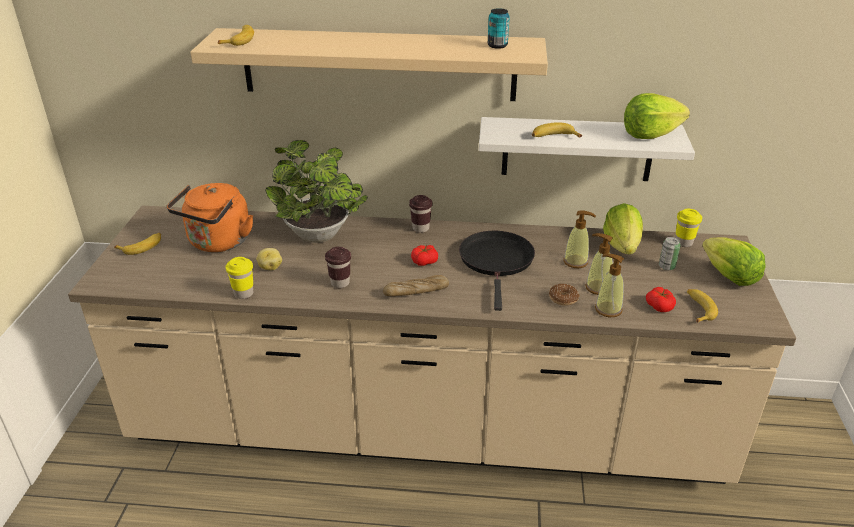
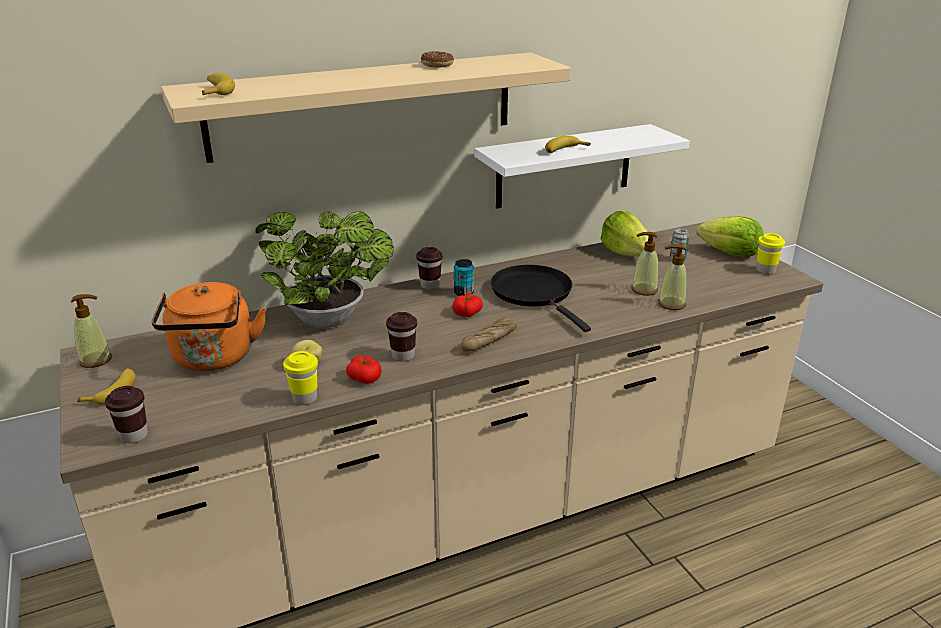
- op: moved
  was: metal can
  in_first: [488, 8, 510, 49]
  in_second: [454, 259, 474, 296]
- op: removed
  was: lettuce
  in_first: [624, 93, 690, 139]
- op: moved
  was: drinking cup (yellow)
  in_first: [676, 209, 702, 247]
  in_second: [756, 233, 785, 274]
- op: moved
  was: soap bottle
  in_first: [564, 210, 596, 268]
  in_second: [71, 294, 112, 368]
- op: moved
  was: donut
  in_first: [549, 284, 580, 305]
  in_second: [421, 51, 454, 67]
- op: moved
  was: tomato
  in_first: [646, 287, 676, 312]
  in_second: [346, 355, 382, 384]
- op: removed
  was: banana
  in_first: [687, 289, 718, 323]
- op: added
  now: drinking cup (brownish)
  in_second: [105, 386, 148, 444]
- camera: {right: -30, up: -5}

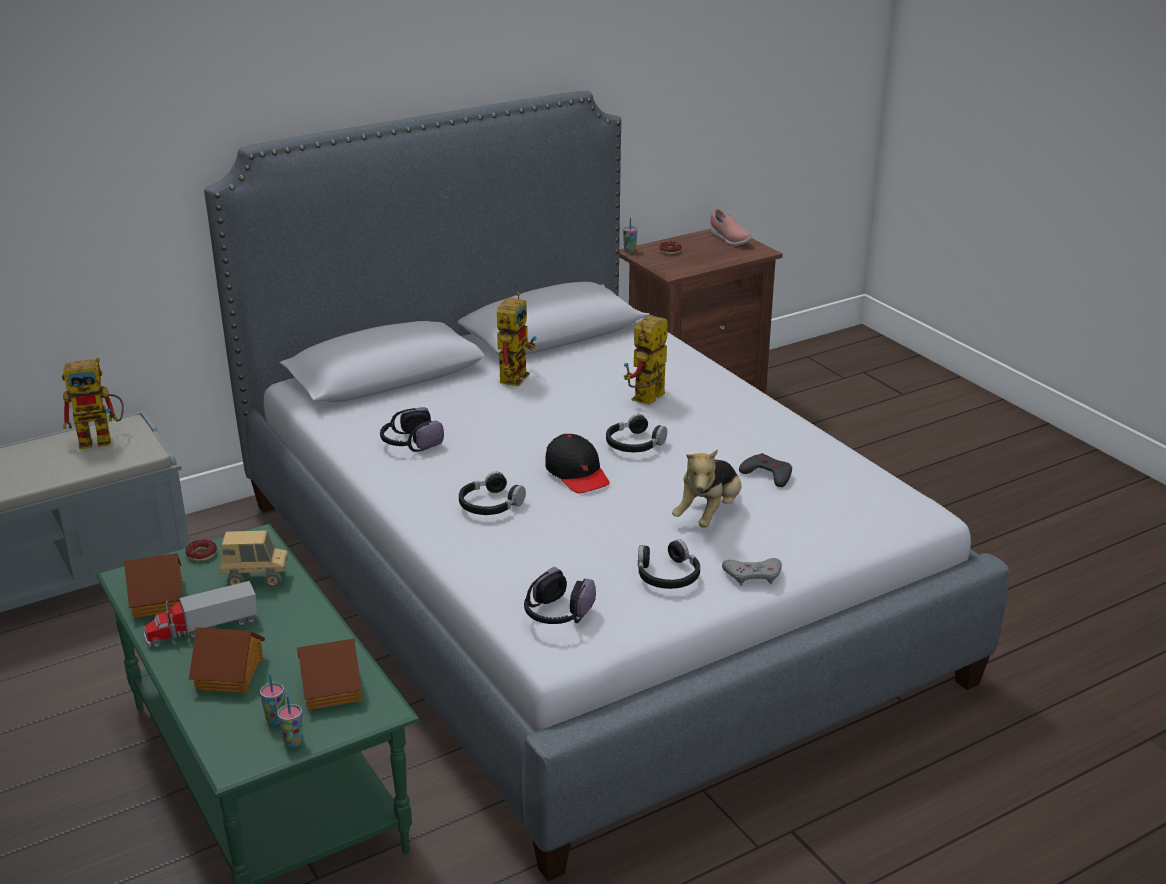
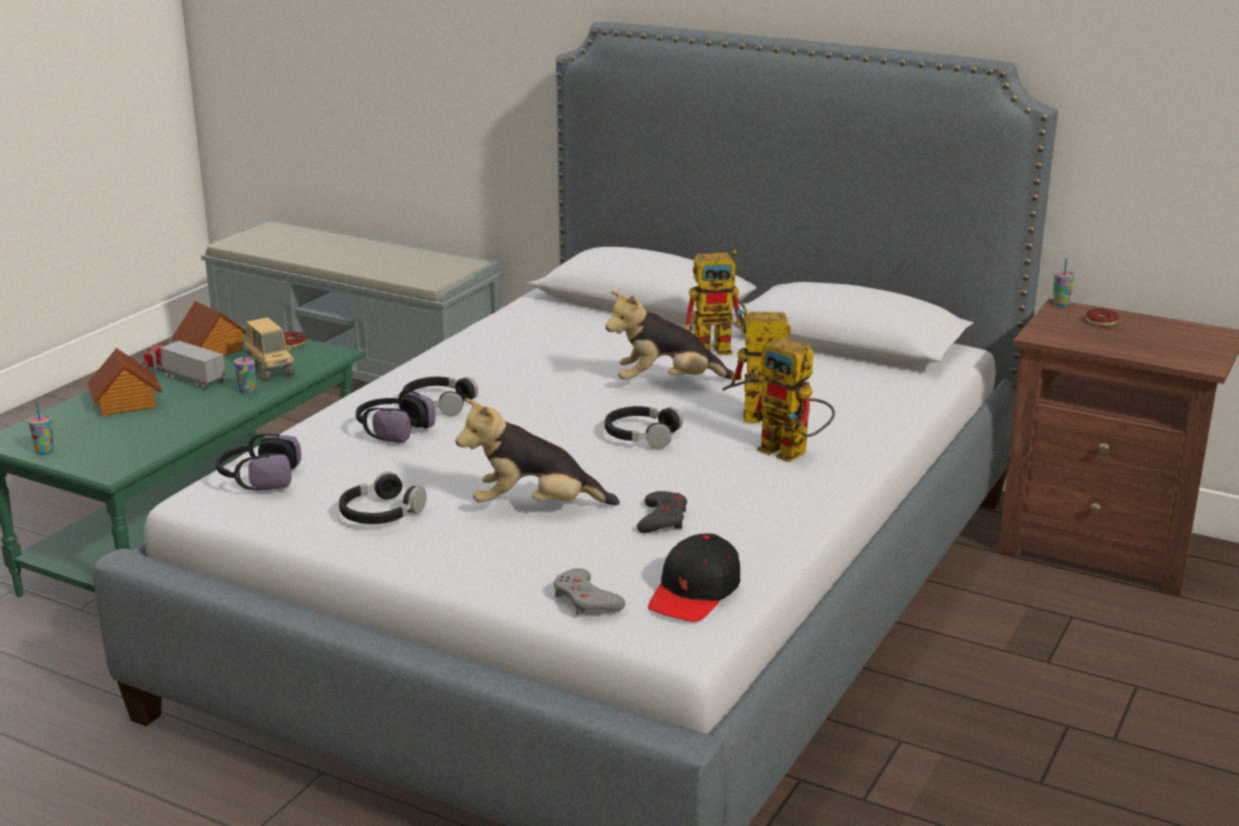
- op: removed
  was: low shoe (pink)
  in_first: [710, 209, 752, 246]
- op: moved
  was: toy robot
  in_first: [62, 358, 124, 449]
  in_second: [750, 337, 835, 462]
- op: moved
  was: headphones
  in_first: [380, 407, 444, 452]
  in_second: [356, 390, 436, 443]
- op: moved
  was: peaked cap (blackish)
  in_first: [545, 434, 610, 493]
  in_second: [648, 534, 740, 622]
- op: moved
  was: joypad (grey)
  in_first: [722, 558, 782, 586]
  in_second: [553, 568, 625, 615]
- op: removed
  was: model house
  in_first: [297, 638, 362, 710]
- op: moved
  was: drinking cup
  in_first: [260, 674, 285, 725]
  in_second: [234, 345, 256, 394]
- op: added
  now: plush toy
  in_second: [605, 291, 734, 380]
- camera: {right: 60, up: -5}

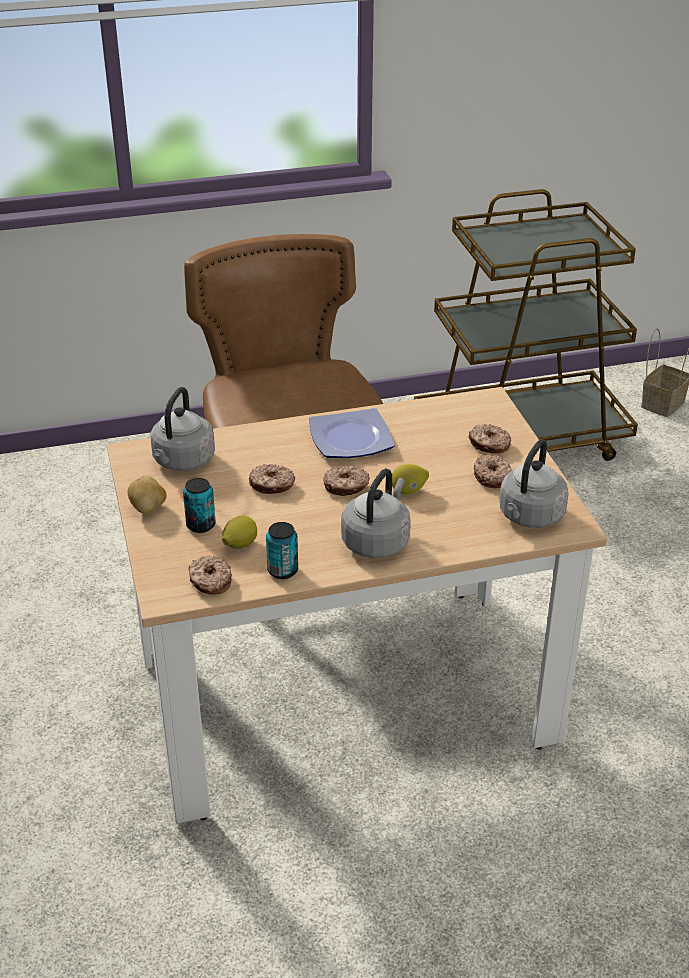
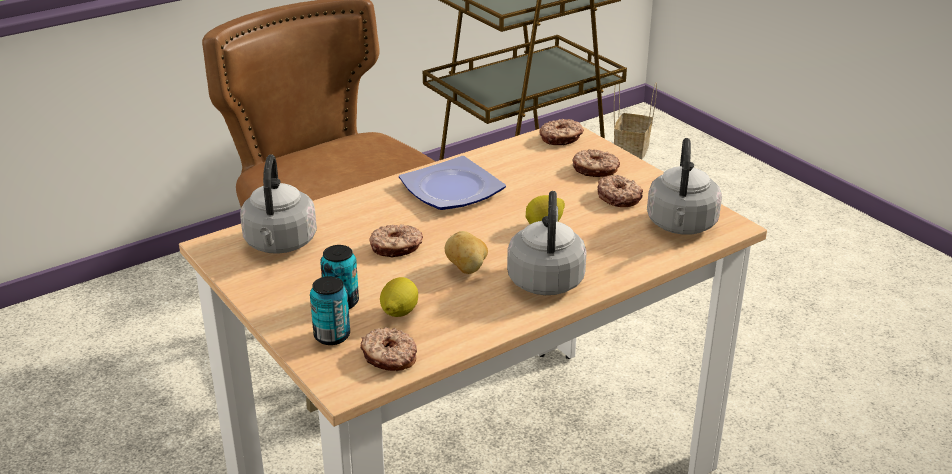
- op: moved
  was: donut
  in_first: [323, 466, 370, 496]
  in_second: [539, 119, 584, 145]
- op: moved
  was: spud
  in_first: [128, 476, 167, 514]
  in_second: [445, 231, 488, 274]
- op: moved
  was: metal can
  in_first: [266, 522, 298, 579]
  in_second: [310, 276, 350, 345]
- camera: {right: -20, up: -5}

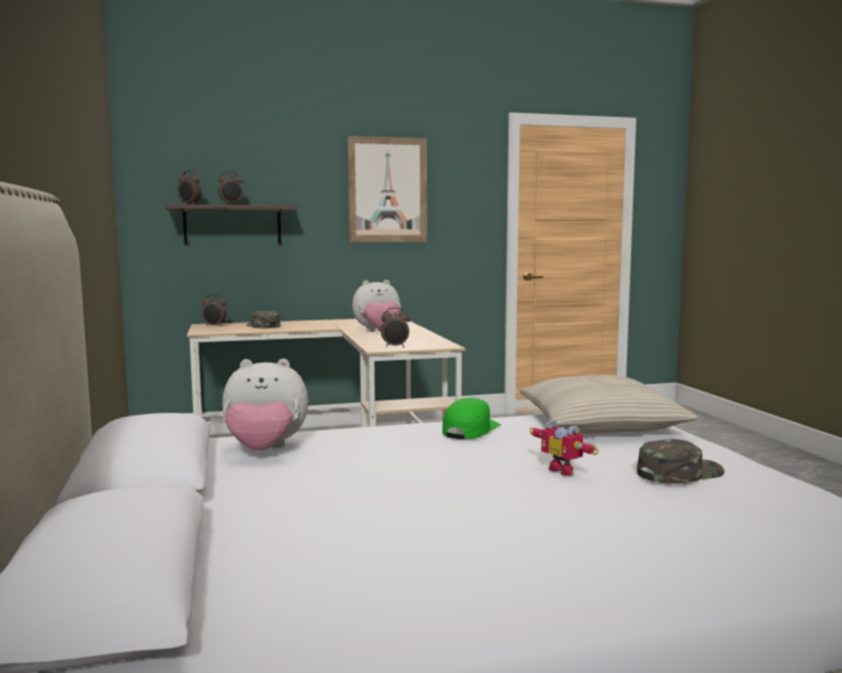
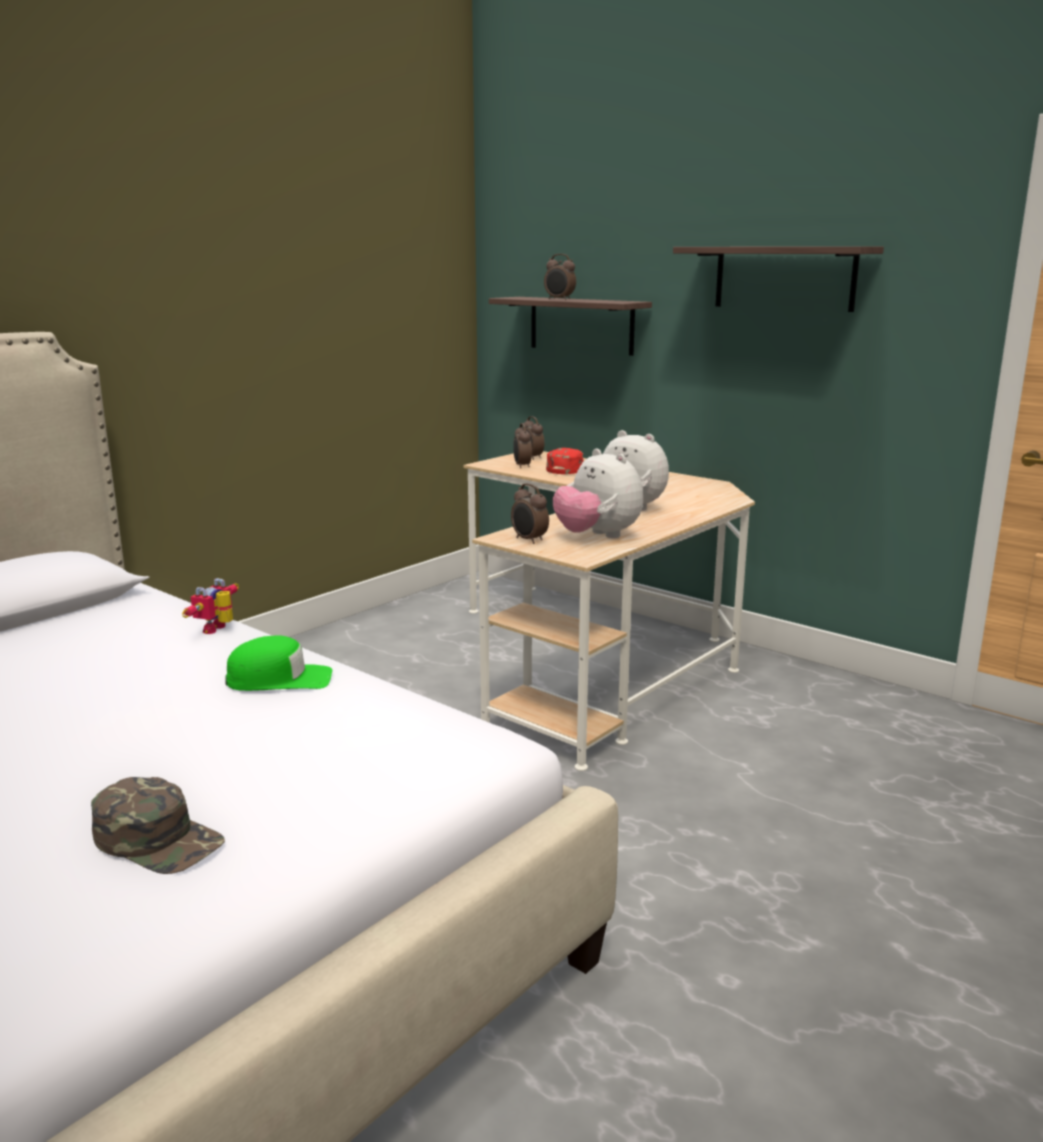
- op: replaced
  was: wall art
  now: wall shelf
  in_first: [347, 136, 427, 242]
  in_second: [673, 246, 884, 312]
- op: moved
  was: table clock
  in_first: [178, 171, 202, 204]
  in_second: [513, 423, 532, 468]
- op: recoloured
  was: peaked cap (green-coloured)
  now: peaked cap (red-coloured)
  in_first: [246, 311, 280, 328]
  in_second: [546, 448, 584, 474]
- op: moved
  was: plush toy
  in_first: [222, 359, 308, 450]
  in_second: [553, 448, 643, 538]
- op: removed
  was: cushion (beige-coloured)
  in_first: [519, 375, 698, 434]
- op: moved
  was: toy robot
  in_first: [530, 419, 598, 475]
  in_second: [182, 578, 239, 634]
- camera: {right: 55, up: 10}

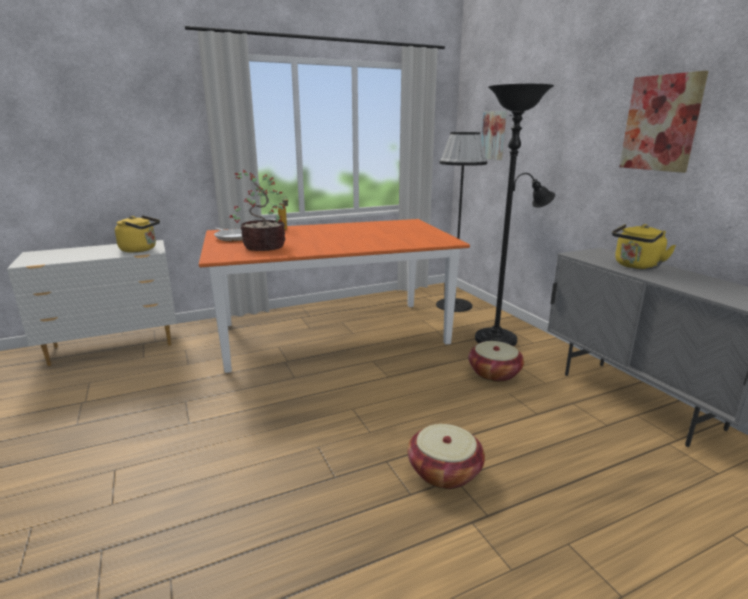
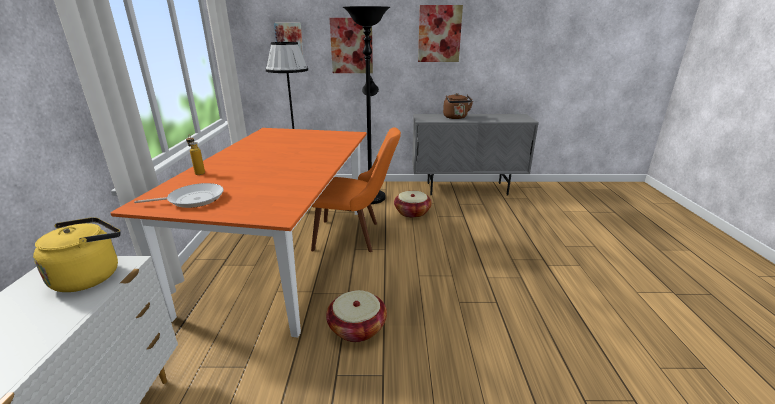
- op: removed
  was: plant in a pot
  in_first: [229, 170, 285, 251]
- op: recoloured
  was: kettle (yellow)
  now: kettle (brownish)
  in_first: [612, 224, 676, 269]
  in_second: [443, 93, 473, 119]
- op: moved
  was: basket
  in_first: [408, 424, 485, 489]
  in_second: [326, 290, 387, 342]
- op: added
  now: wall art
  in_second: [329, 18, 373, 73]
- op: added
  now: upright chair (orange)
  in_second: [311, 127, 401, 252]
- camera: {right: -65, up: 5}

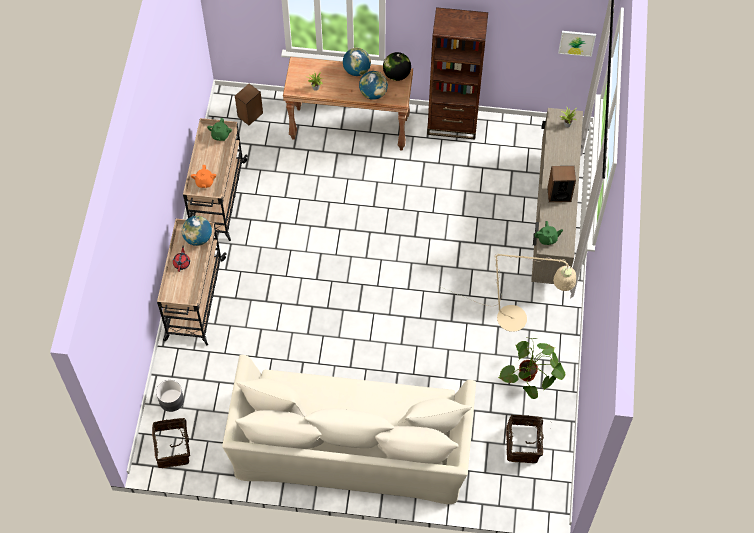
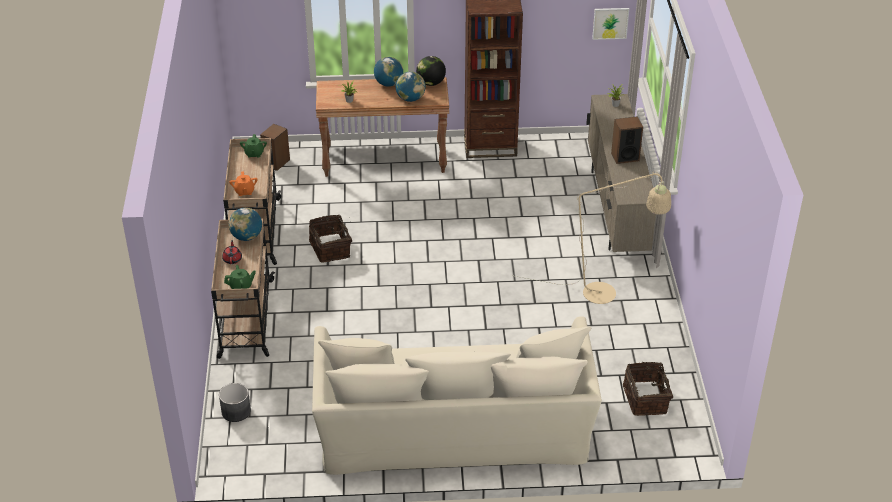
- op: moved
  was: tea pot (green-coloured)
  in_first: [535, 221, 563, 245]
  in_second: [224, 265, 256, 289]
- op: removed
  was: plant in a pot
  in_first: [498, 337, 565, 399]
- op: moved
  was: basket
  in_first: [152, 418, 194, 468]
  in_second: [309, 215, 352, 262]
- camera: {right: -10, up: -20}

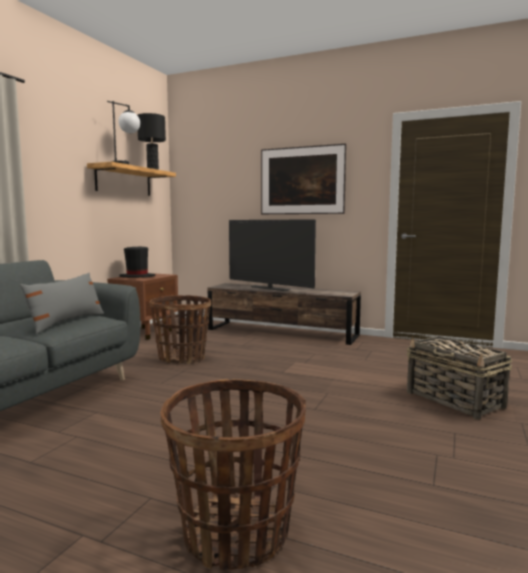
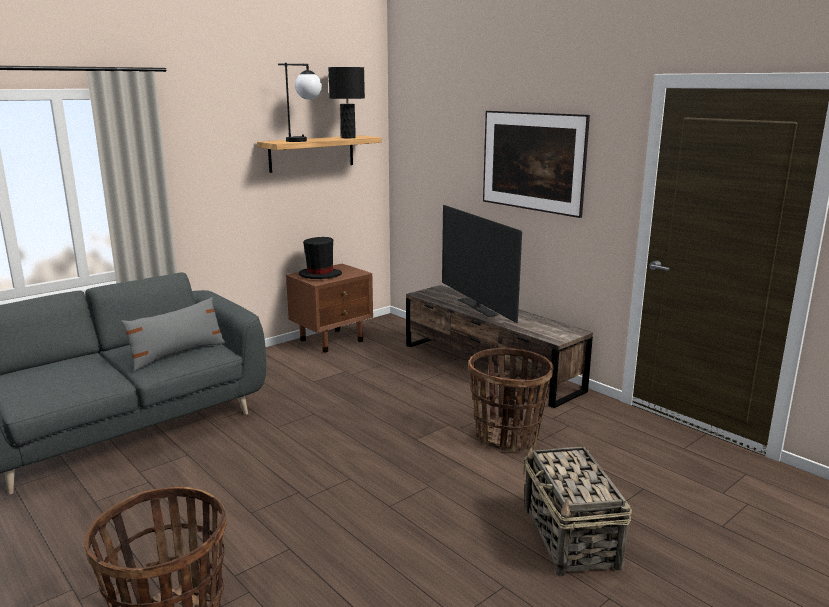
- op: moved
  was: basket
  in_first: [149, 295, 211, 364]
  in_second: [468, 347, 553, 452]
- camera: {right: 25, up: 10}

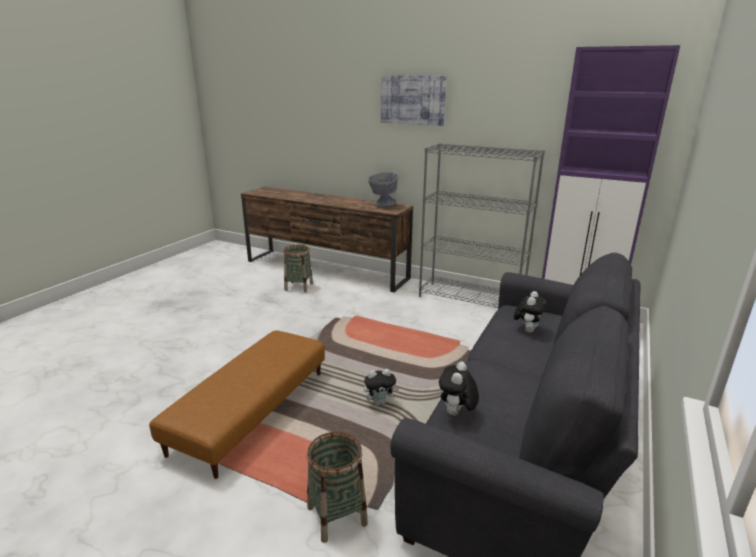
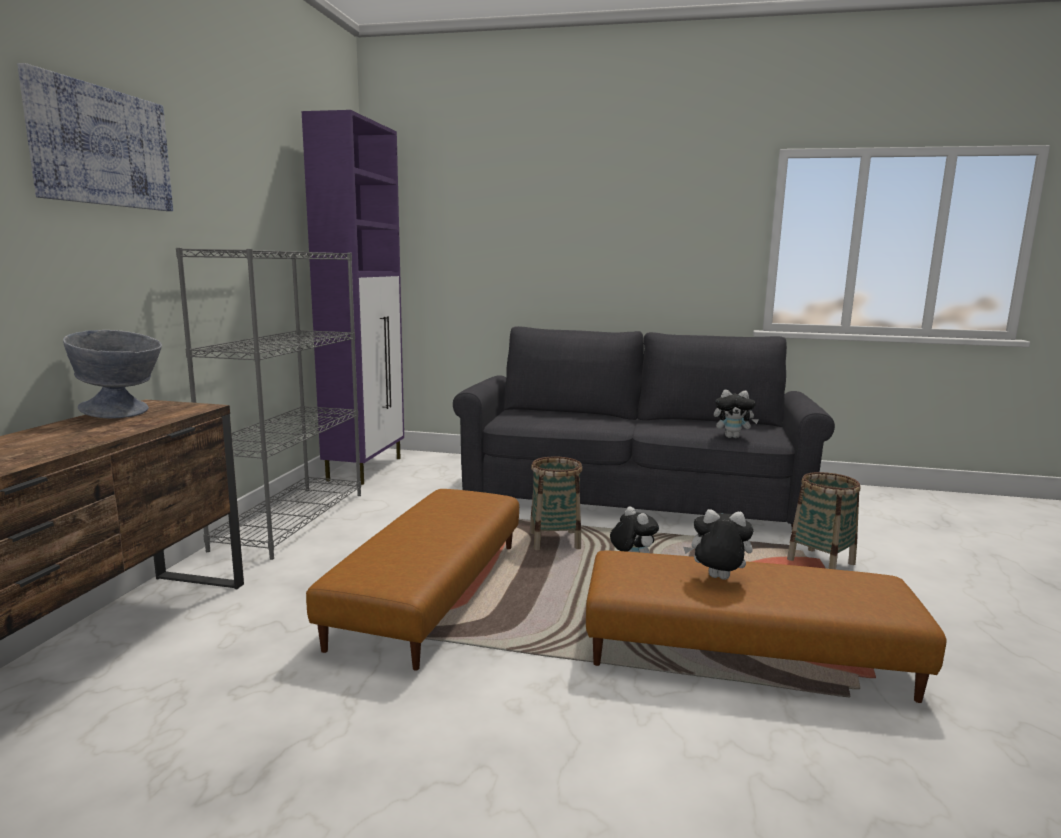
- op: moved
  was: basket
  in_first: [284, 245, 313, 292]
  in_second: [530, 456, 583, 550]
- op: moved
  was: plush toy
  in_first: [514, 291, 547, 333]
  in_second: [683, 509, 753, 580]
- op: added
  now: pouffe (brownish)
  in_second: [306, 489, 519, 671]
- camera: {right: -105, up: -10}

